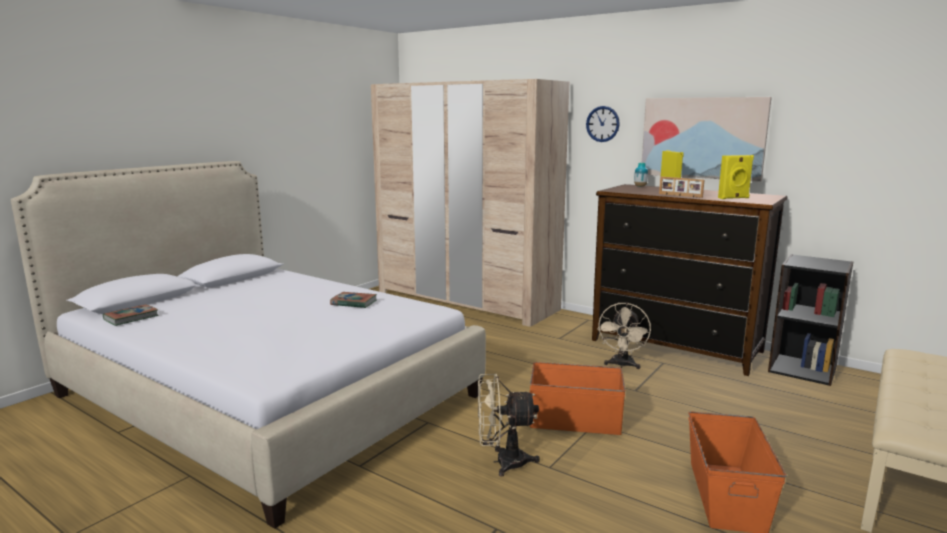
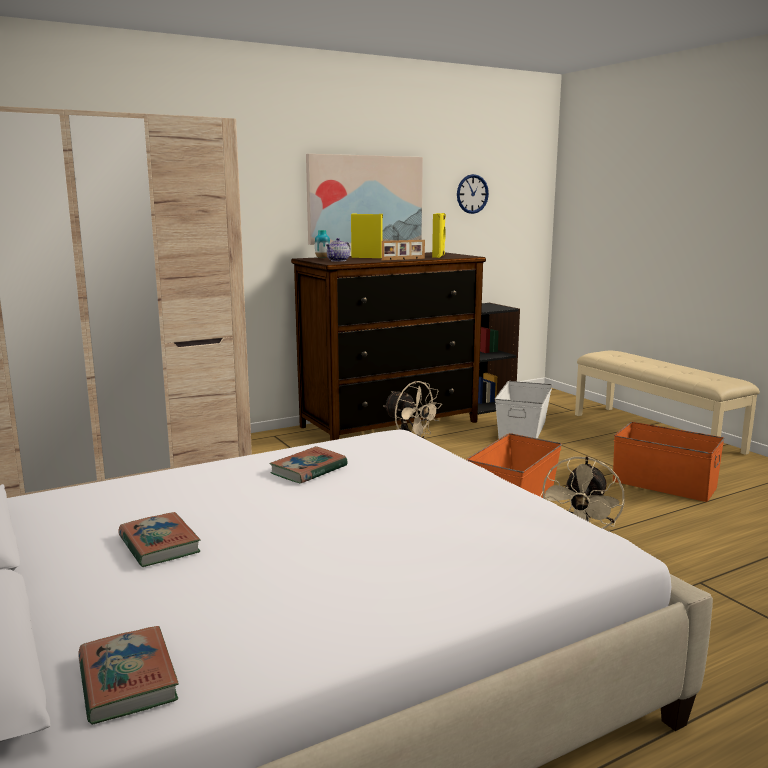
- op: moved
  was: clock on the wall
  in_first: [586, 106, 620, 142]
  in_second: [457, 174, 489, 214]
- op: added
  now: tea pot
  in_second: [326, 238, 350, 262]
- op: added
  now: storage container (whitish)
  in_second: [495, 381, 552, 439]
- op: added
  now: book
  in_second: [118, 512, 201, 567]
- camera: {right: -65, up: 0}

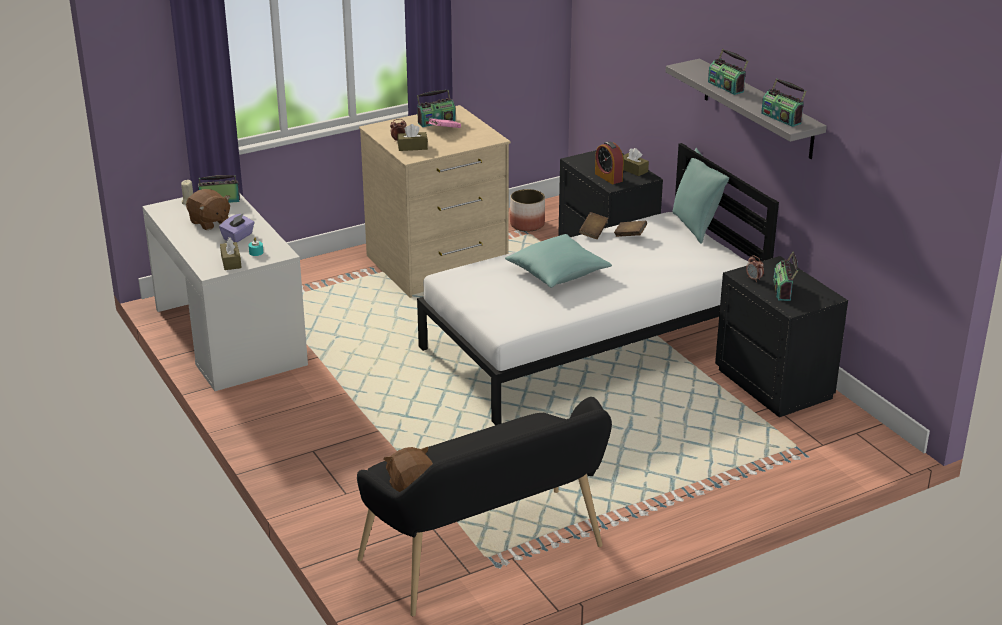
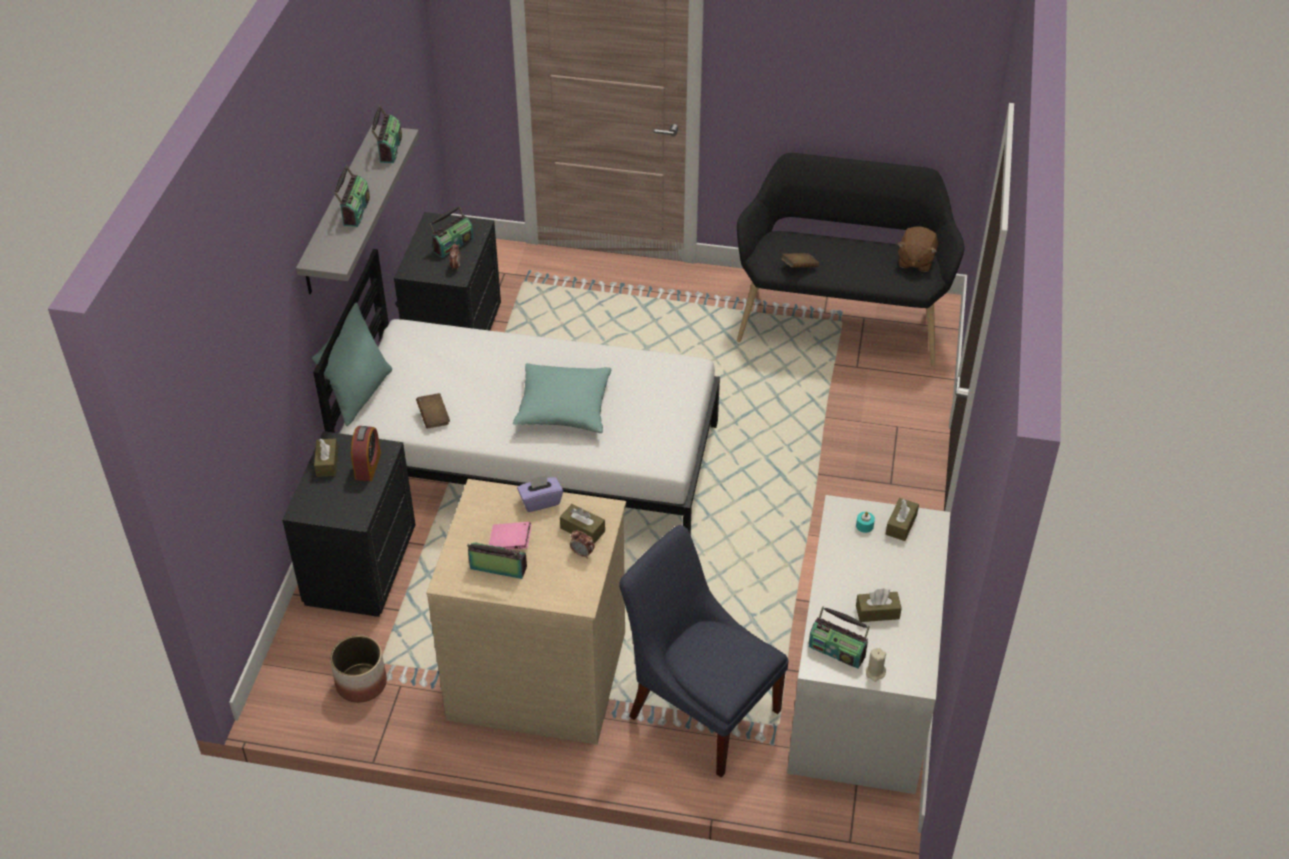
- op: replaced
  was: plush toy (brownish)
  now: tissue box (brownish)
  in_first: [186, 189, 230, 230]
  in_second: [856, 588, 902, 622]
- op: moved
  was: book (brownish)
  in_first: [579, 212, 608, 239]
  in_second: [782, 253, 819, 268]
- op: moved
  was: tissue box (purplish)
  in_first: [219, 214, 255, 242]
  in_second: [517, 475, 563, 512]
- op: added
  now: upright chair (bluish)
  in_second: [619, 525, 789, 777]
- camera: {right: -140, up: 15}

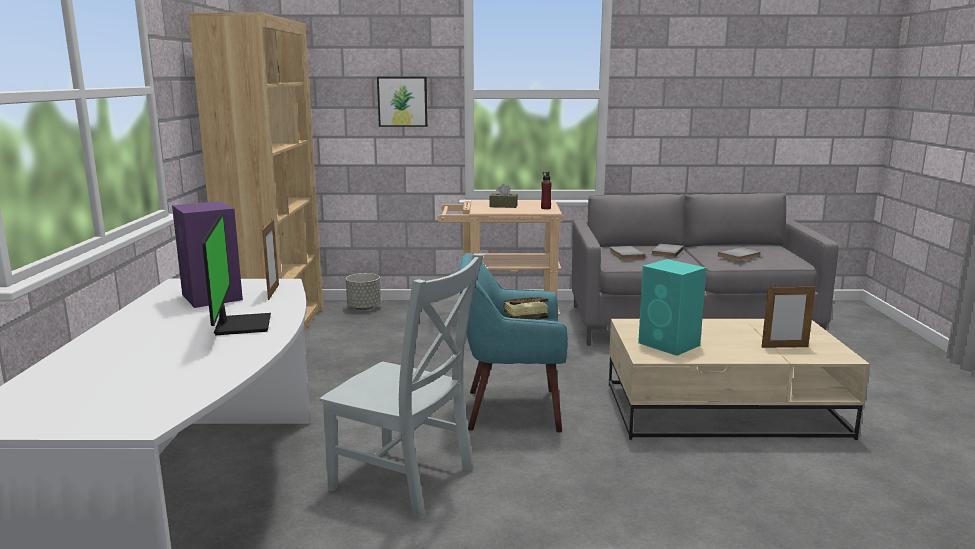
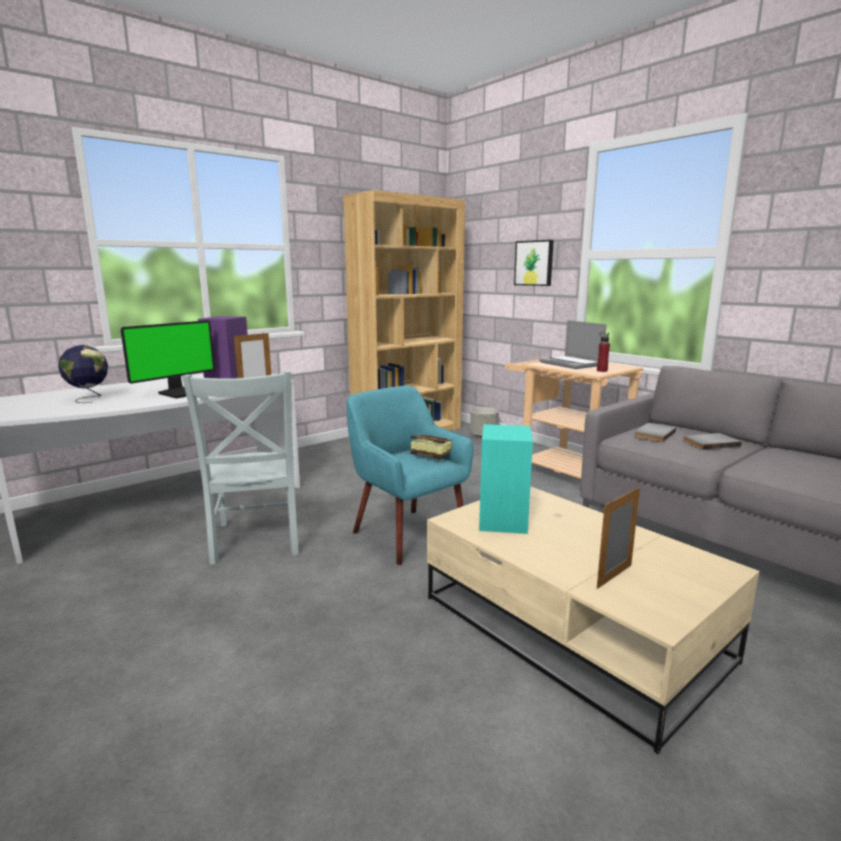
- op: replaced
  was: tissue box (brownish)
  now: notebook computer
  in_first: [489, 184, 518, 208]
  in_second: [539, 320, 607, 369]
- op: removed
  was: book (grey)
  in_first: [718, 247, 761, 261]
- op: turned
  was: picture frame
  in_first: [761, 285, 816, 348]
  in_second: [597, 487, 640, 589]
  clockwise: 90
- op: added
  now: desk globe
  in_second: [58, 345, 108, 403]
- camera: {right: 50, up: 0}

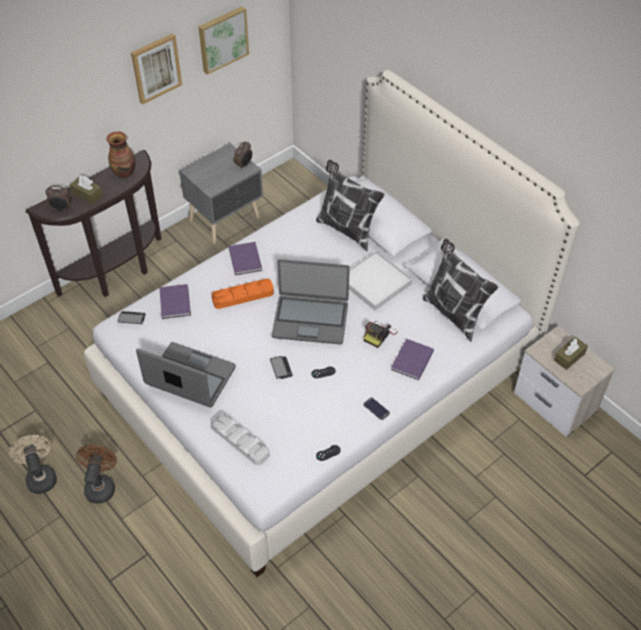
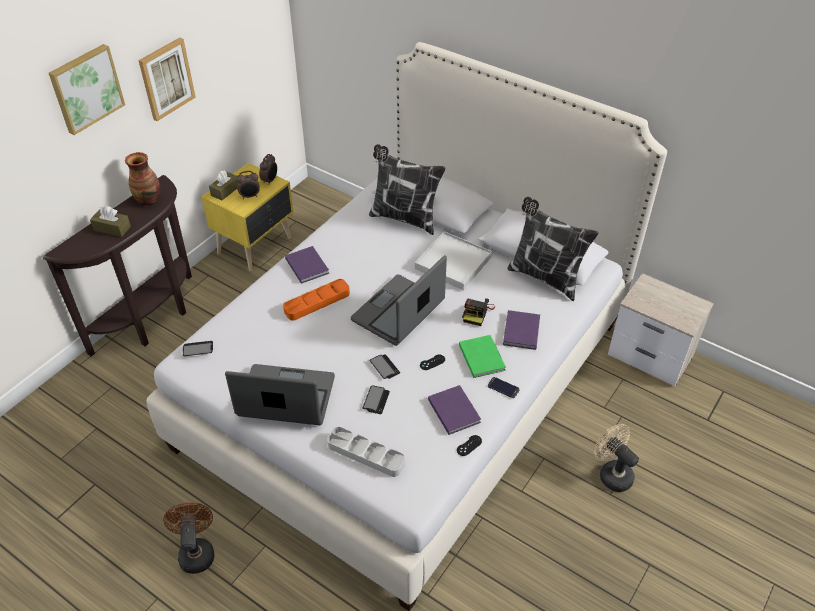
- op: moved
  was: wall art
  in_first: [198, 6, 249, 75]
  in_second: [49, 44, 125, 135]
- op: recoloured
  was: bedside table (grey)
  now: bedside table (yellow)
  in_first: [179, 143, 263, 244]
  in_second: [201, 163, 294, 271]
- op: moved
  was: table clock
  in_first: [45, 185, 71, 211]
  in_second: [236, 171, 260, 199]
- op: turned
  was: notebook computer
  in_first: [272, 259, 350, 345]
  in_second: [351, 255, 447, 346]
  clockwise: 135
- op: moved
  was: book (purplish)
  in_first: [159, 284, 191, 319]
  in_second: [428, 385, 481, 435]
- op: moved
  was: tissue box (brownish)
  in_first: [554, 337, 588, 370]
  in_second: [209, 170, 237, 201]
- op: moved
  was: cooling fan (beige-coloured)
  in_first: [9, 435, 57, 494]
  in_second: [594, 424, 639, 492]
- op: added
  now: book (green-coloured)
  in_second: [459, 335, 506, 378]
- op: added
  now: handset
  in_second: [363, 385, 390, 414]
- camera: {right: -15, up: -5}

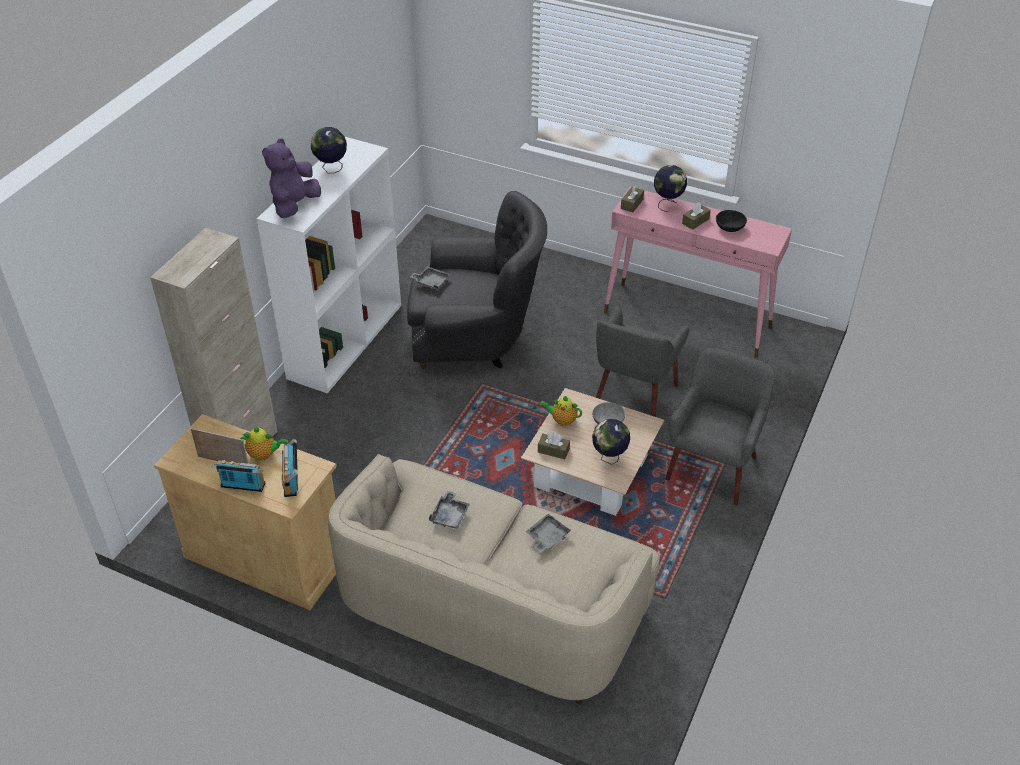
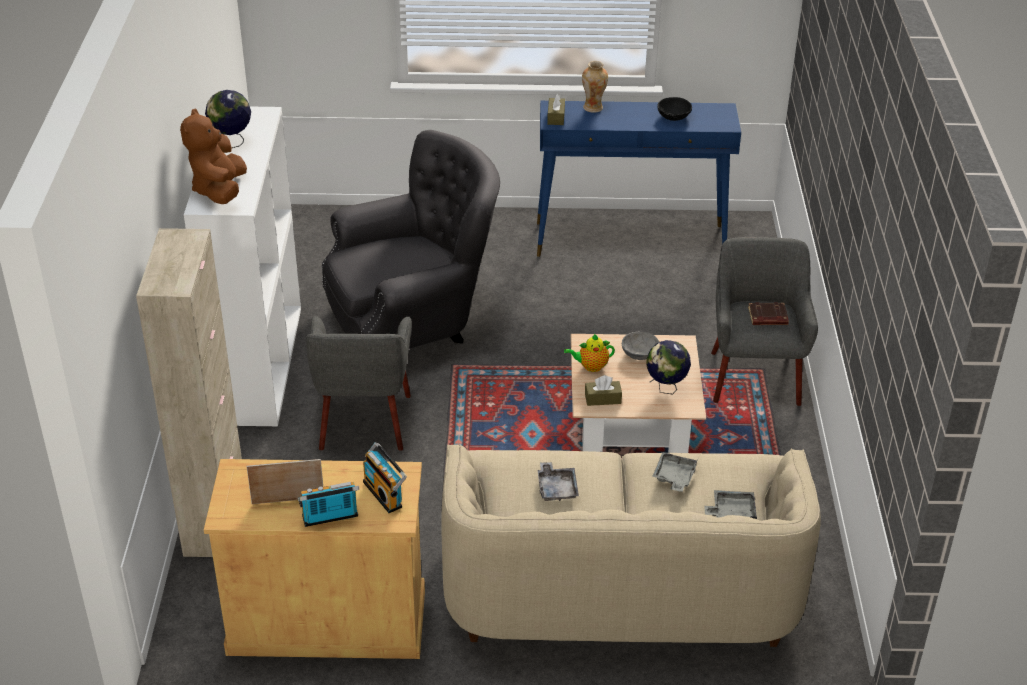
- op: recoloured
  was: plush toy (purplish)
  now: plush toy (brownish)
  in_first: [262, 138, 321, 218]
  in_second: [180, 108, 247, 204]
- op: replaced
  was: desk globe
  now: decorative vase
  in_first: [654, 165, 687, 212]
  in_second: [582, 61, 608, 113]
- op: recoloured
  was: console table (pink)
  now: console table (bluish)
  in_first: [604, 187, 792, 358]
  in_second: [537, 101, 741, 257]
- op: removed
  was: tissue box (brownish)
  in_first: [682, 202, 711, 230]
- op: moved
  was: carrying tray (grey)
  in_first: [410, 266, 450, 290]
  in_second: [704, 490, 757, 519]
- op: moved
  was: lounge chair (grey)
  in_first: [596, 306, 689, 417]
  in_second: [306, 316, 412, 451]
- op: removed
  was: tea pot
  in_first: [240, 427, 288, 461]
- op: added
  now: book (brownish)
  in_second: [748, 302, 789, 325]
- camera: {right: -25, up: -5}

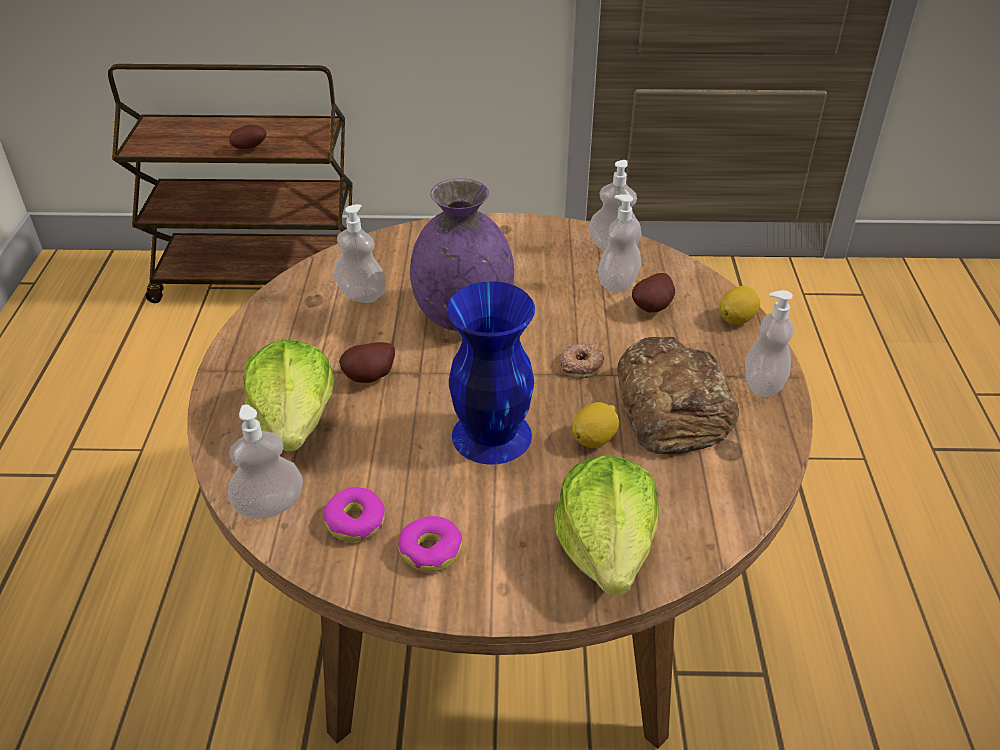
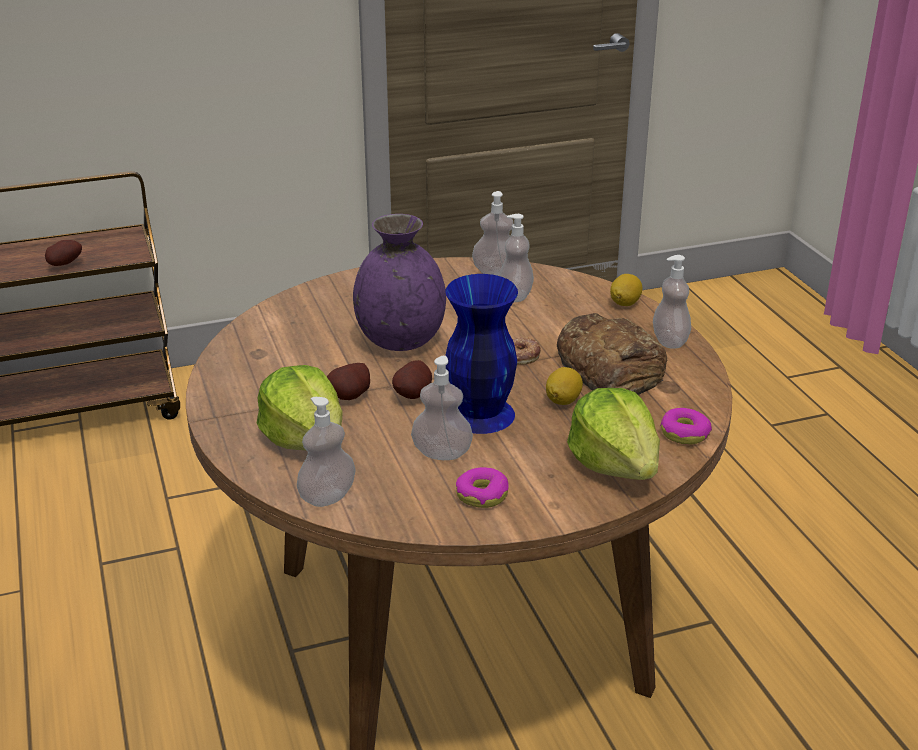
- op: moved
  was: soap bottle
  in_first: [334, 204, 386, 303]
  in_second: [411, 356, 473, 460]
- op: moved
  was: spud
  in_first: [632, 273, 675, 312]
  in_second: [392, 360, 432, 399]
- op: moved
  was: donut
  in_first: [323, 487, 385, 542]
  in_second: [660, 408, 712, 445]
- camera: {right: -20, up: -10}

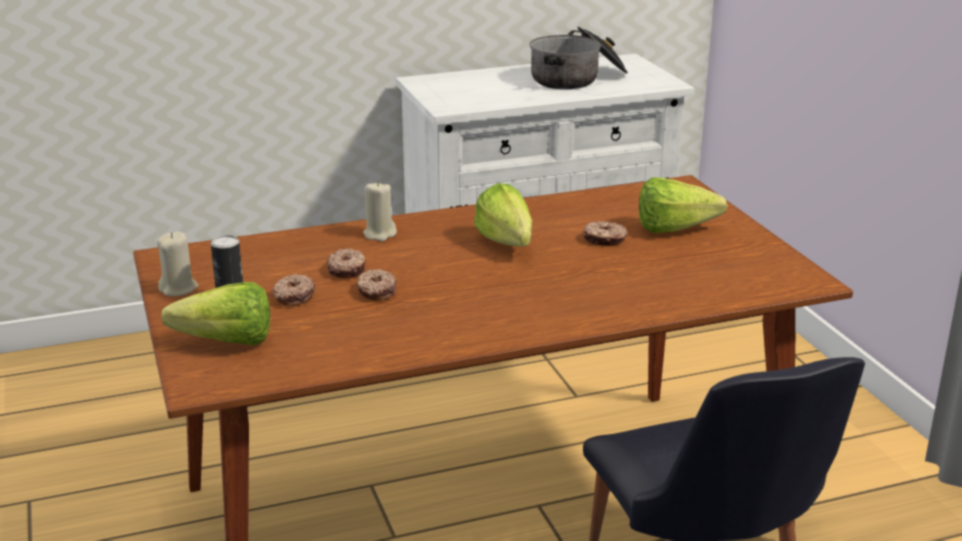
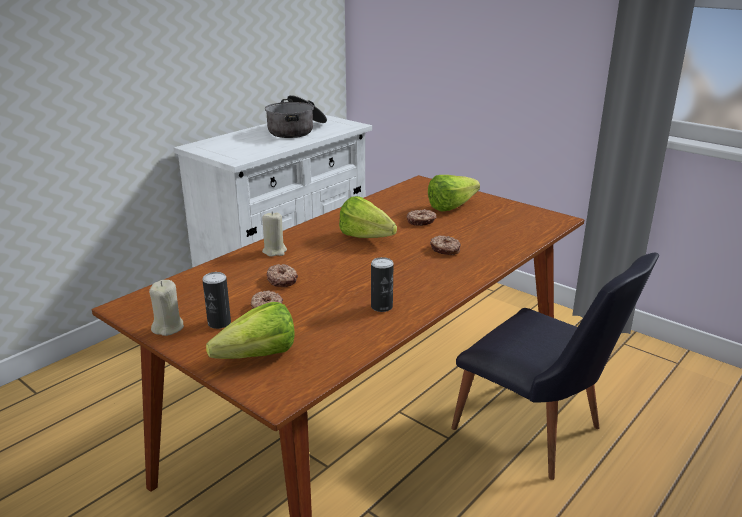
- op: moved
  was: donut
  in_first: [357, 269, 397, 301]
  in_second: [430, 235, 461, 255]
- op: added
  now: metal can
  in_second: [371, 257, 394, 312]
- camera: {right: -30, up: 0}

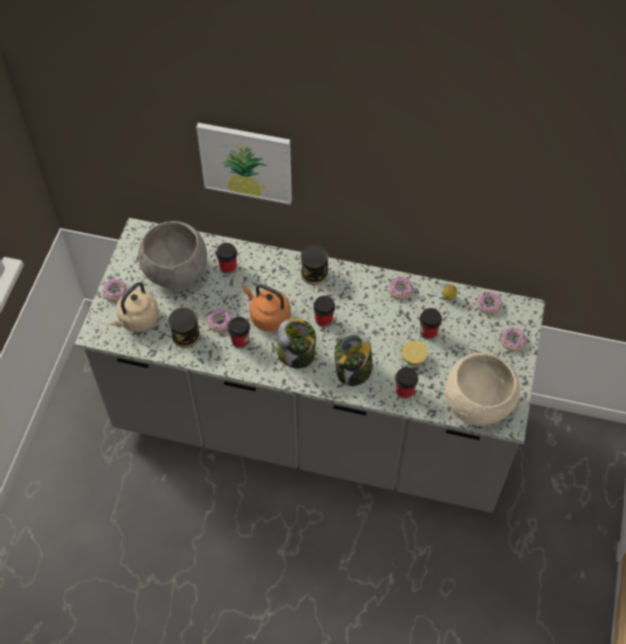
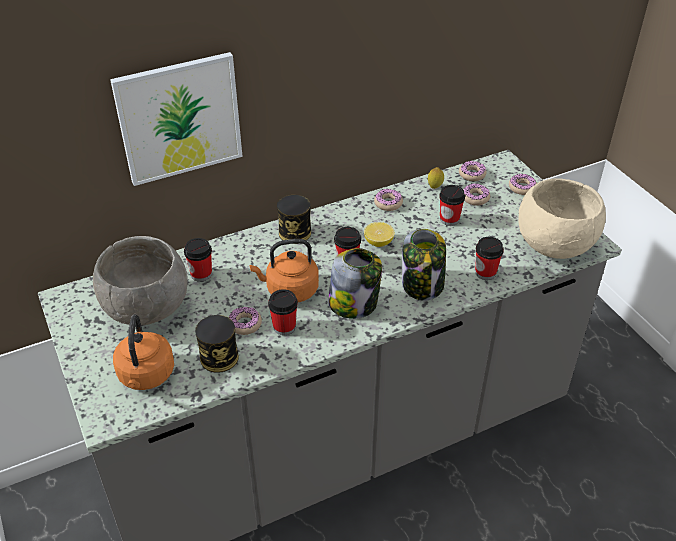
- op: moved
  was: donut
  in_first: [102, 279, 127, 302]
  in_second: [463, 183, 490, 206]
- op: recoloured
  was: kettle (beige-coloured)
  now: kettle (orange)
  in_first: [110, 282, 159, 332]
  in_second: [113, 315, 174, 390]
- op: moved
  was: citrus fruit
  in_first: [401, 341, 428, 365]
  in_second: [364, 222, 395, 247]
- camera: {right: -40, up: -15}

